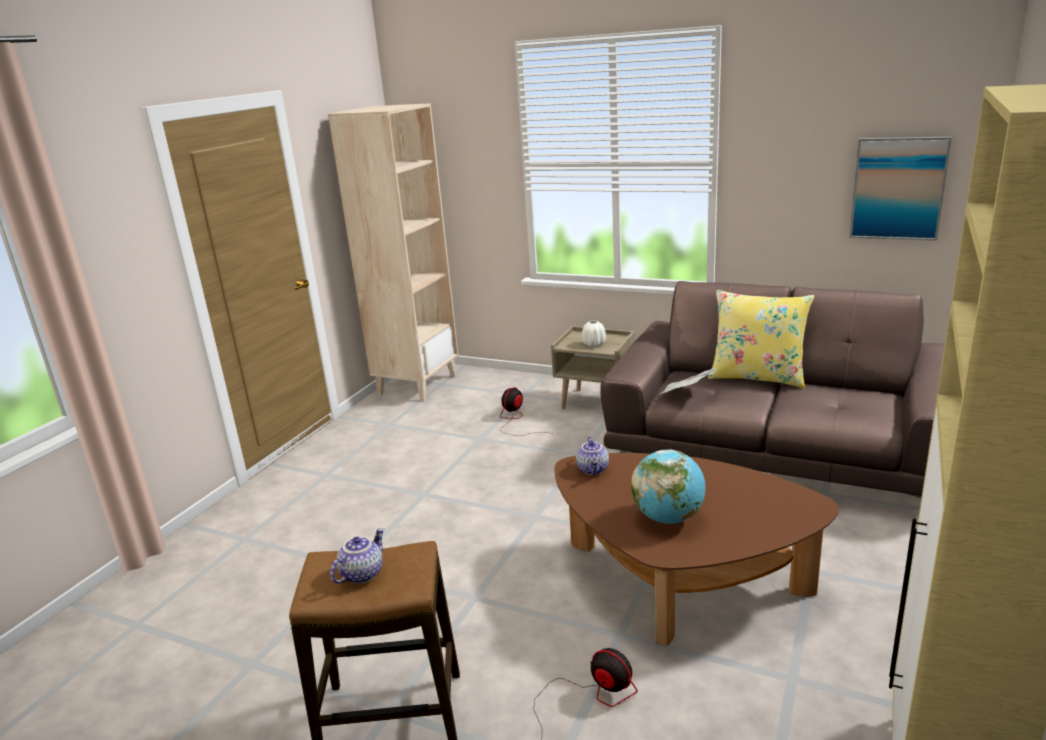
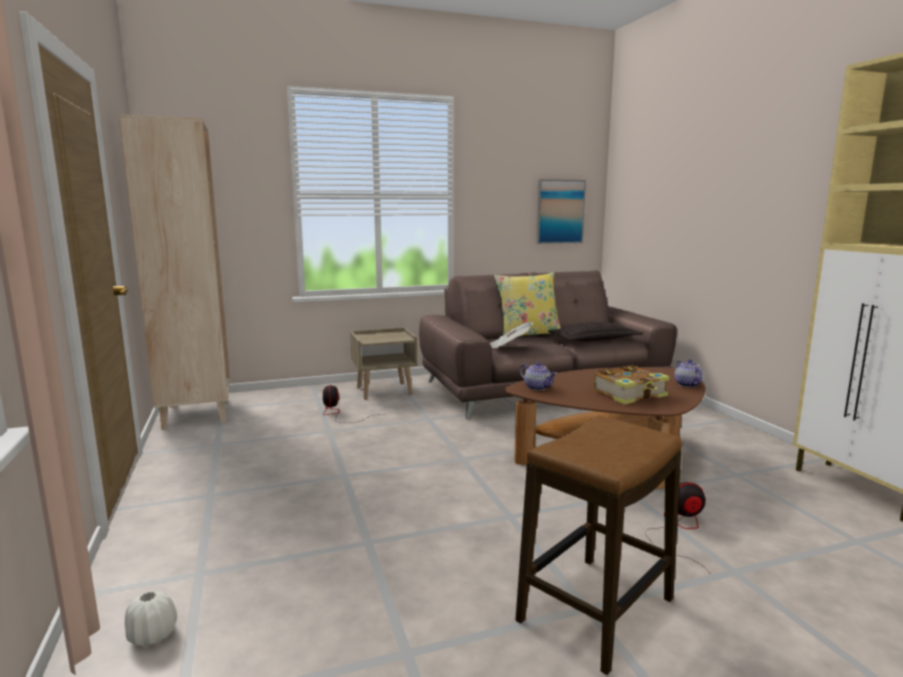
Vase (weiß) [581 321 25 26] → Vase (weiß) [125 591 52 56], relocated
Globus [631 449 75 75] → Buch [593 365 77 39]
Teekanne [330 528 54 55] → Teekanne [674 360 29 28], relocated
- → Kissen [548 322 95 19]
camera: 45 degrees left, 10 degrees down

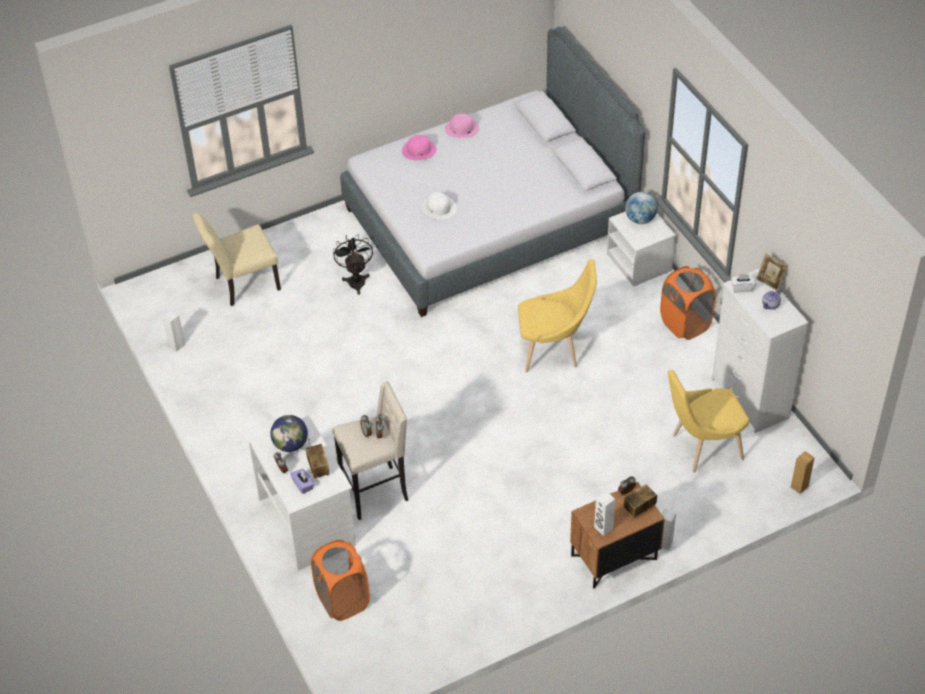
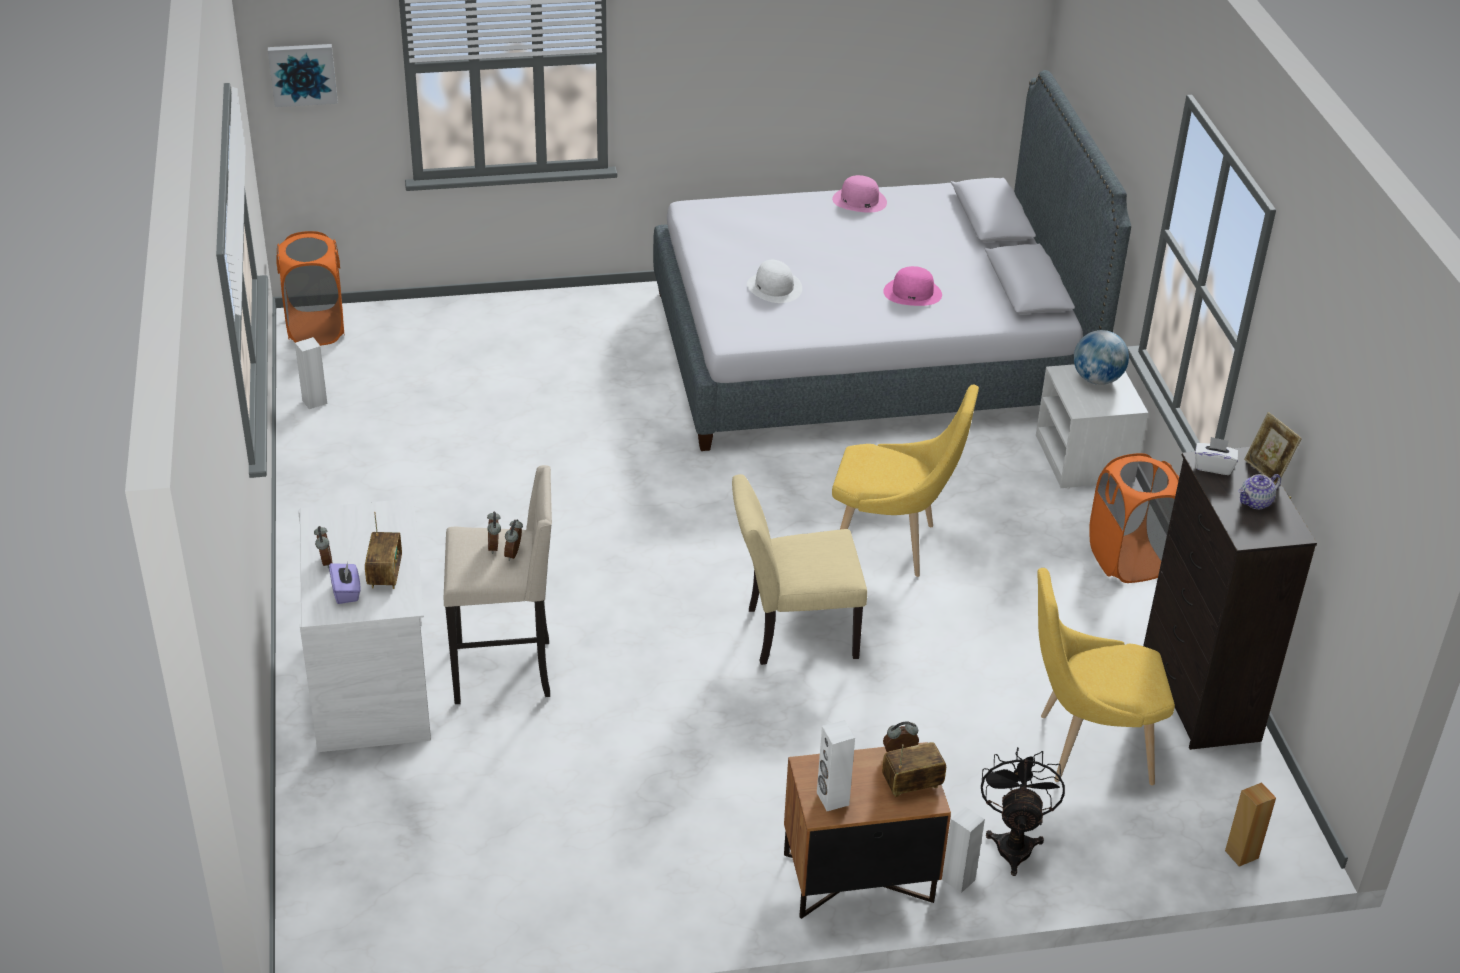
Hut (rosa) [402 135 35 25] → Hut (rosa) [883 266 59 40], relocated
Stuhl (beige) [193 213 88 93] → Stuhl (beige) [732 474 135 191], relocated
Ventilator (schwarz) [333 234 40 61] → Ventilator (schwarz) [981 747 84 129], relocated
Kommode (weiß) [712 268 97 165] → Kommode (schwarz) [1143 447 174 303]
Globus [270 415 38 37] → -
Wäschekorb (orange) [311 540 59 81] → Wäschekorb (orange) [276 231 69 115], relocated
- → Bild [268 44 70 63]
camera: 15 degrees right, 10 degrees down

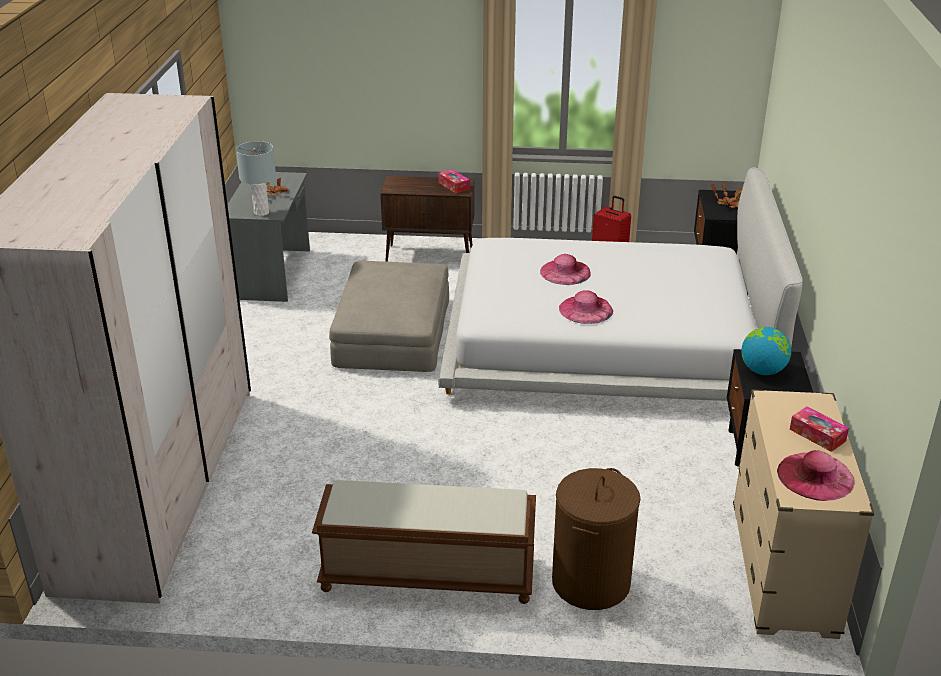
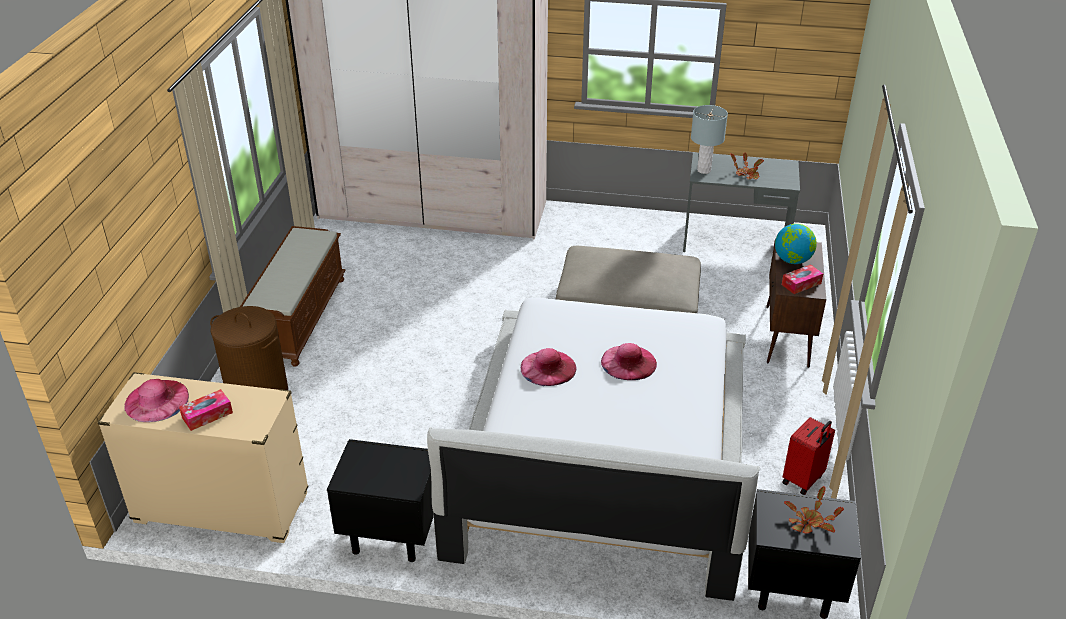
Globus [741 327 50 48] → Globus [775 224 42 40], relocated
camera: 95 degrees right, 5 degrees up

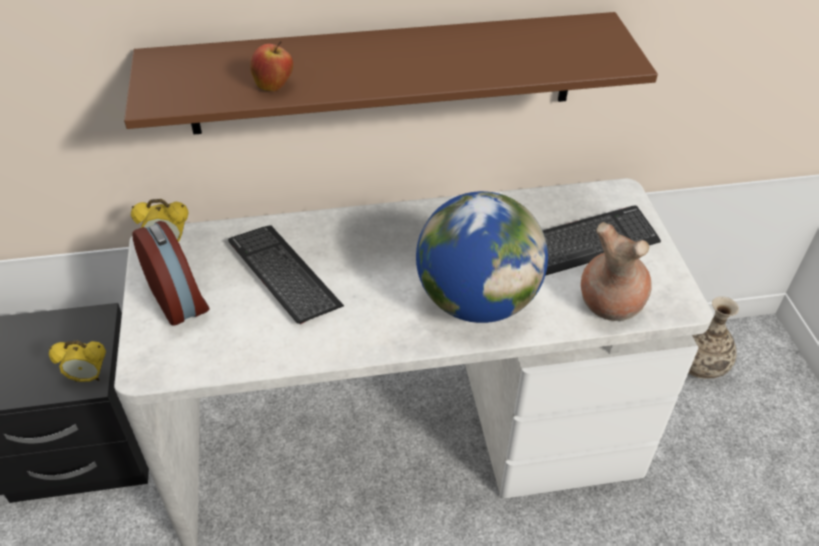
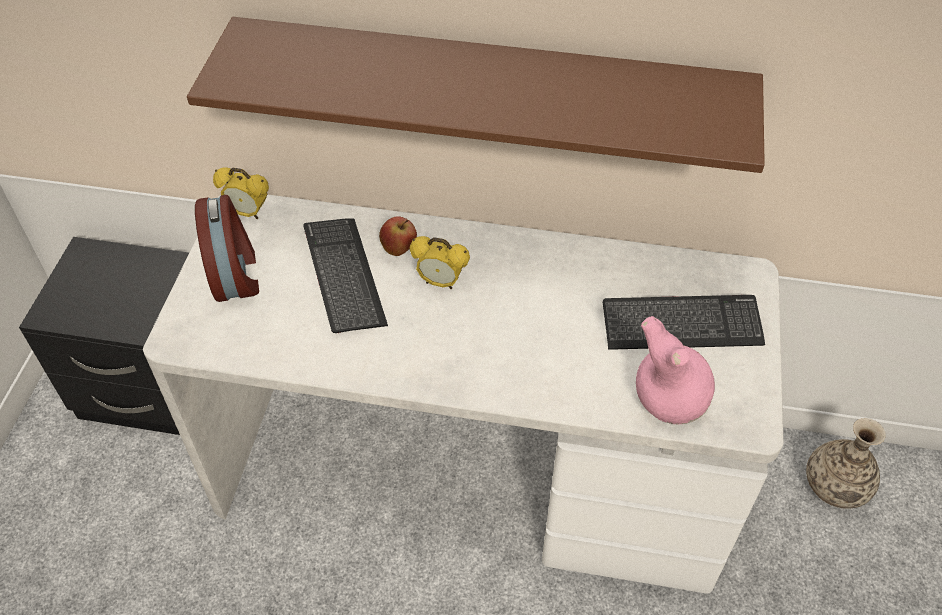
Apfel [250 41 43 50] → Apfel [379 216 38 40], relocated
Globus [416 191 132 132] → -
Vase (braun) [581 222 71 99] → Vase (rosa) [636 316 79 108]
Wecker [49 341 57 41] → Wecker [410 236 60 53], relocated
camera: 20 degrees right, 5 degrees up

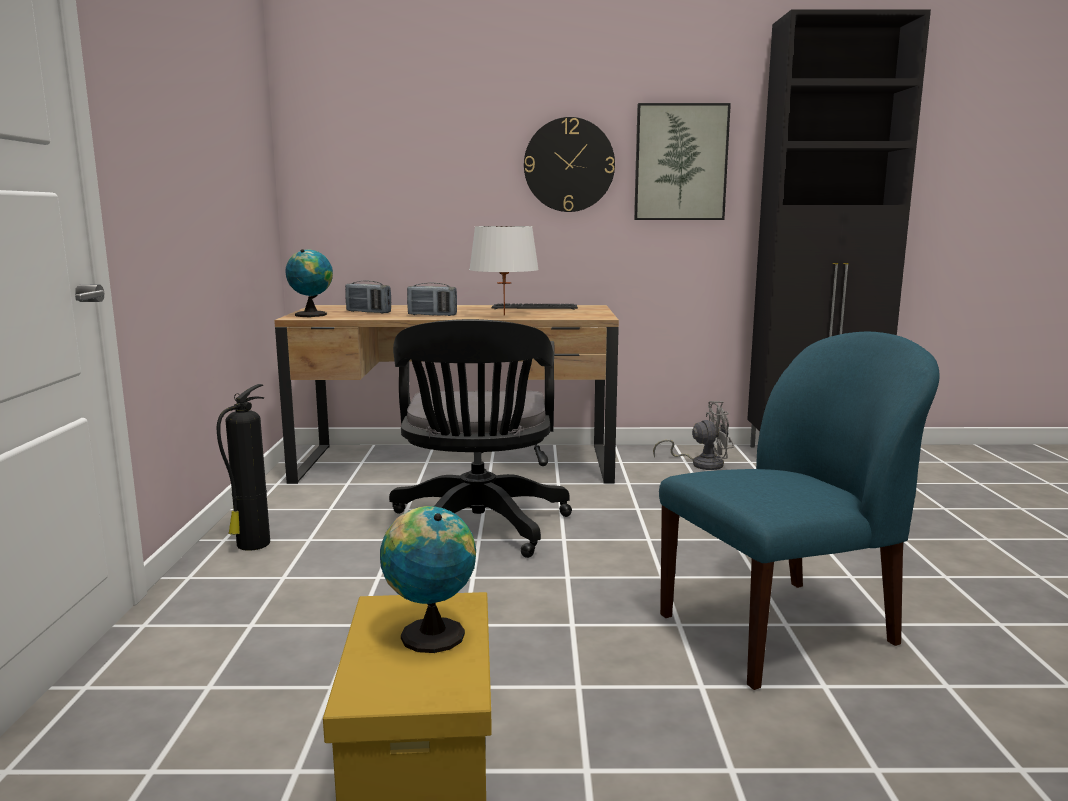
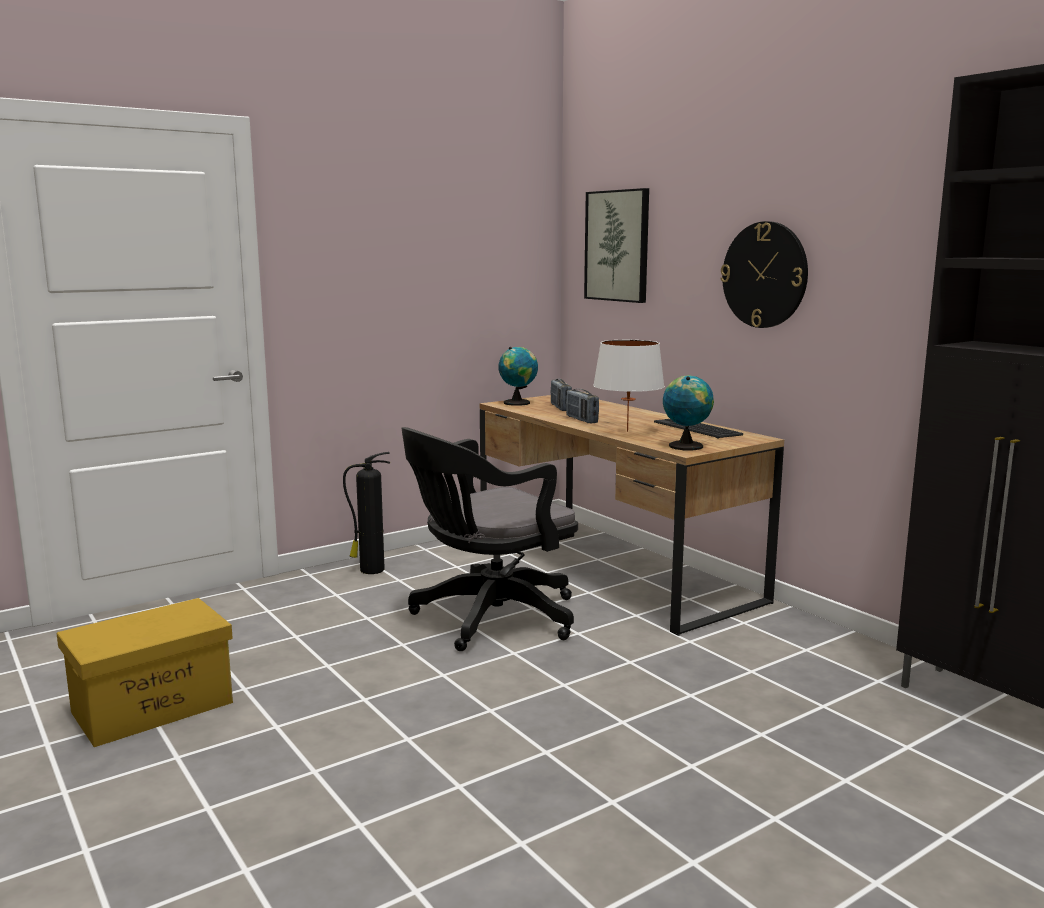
Bild [634 103 97 117] → Bild [584 188 65 115], relocated
Stuhl (blau) [659 332 280 358] → -
Ventilator (grau) [653 401 81 69] → -
Globus [380 506 96 147] → Globus [663 375 51 75], relocated
camera: 55 degrees right, 0 degrees up

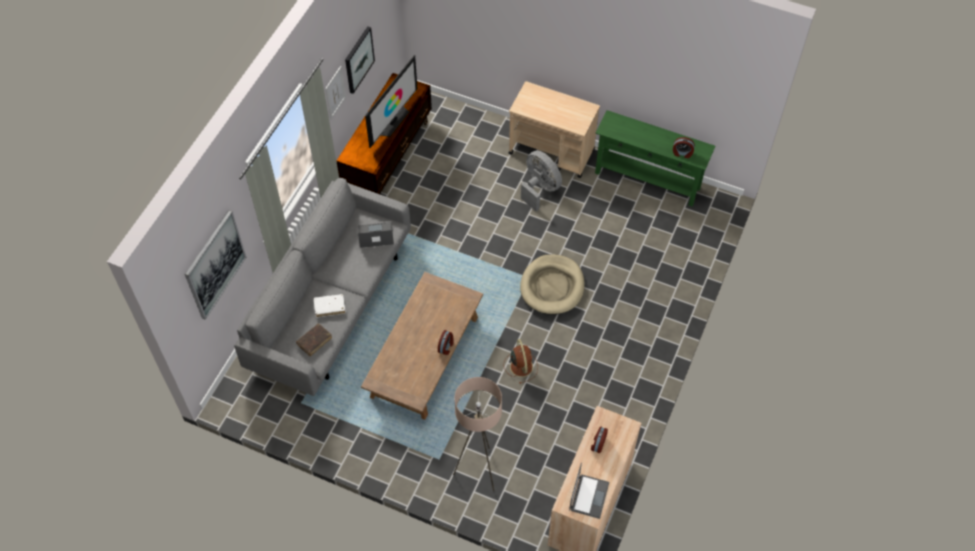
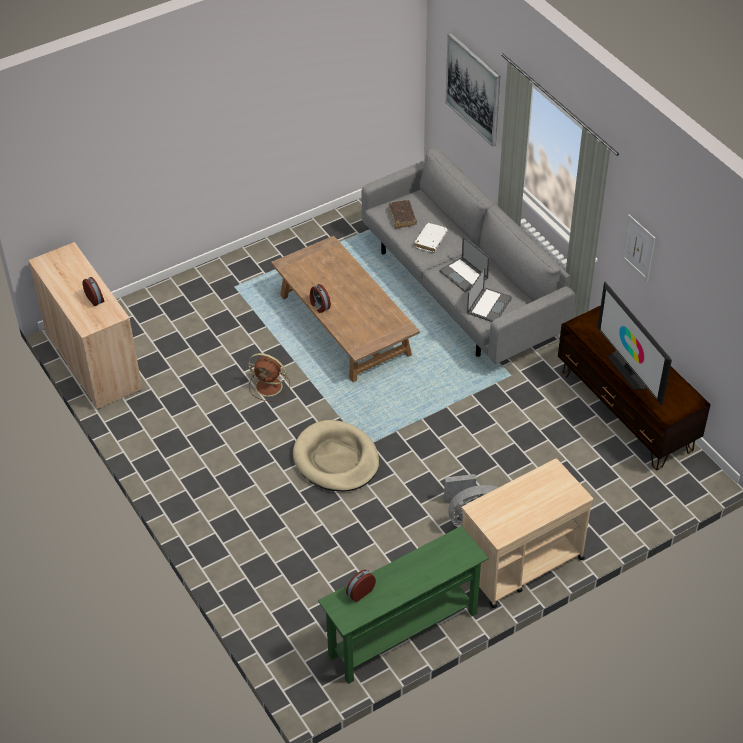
Bild [345 26 30 68] → -
Stehlampe (beige) [453 377 49 114] → -
Laptop [569 463 40 56] → Laptop [439 237 51 55], relocated
camera: 125 degrees right, 10 degrees down

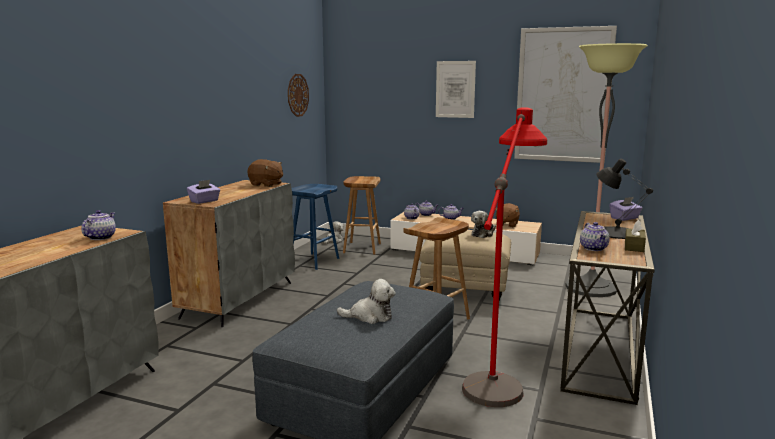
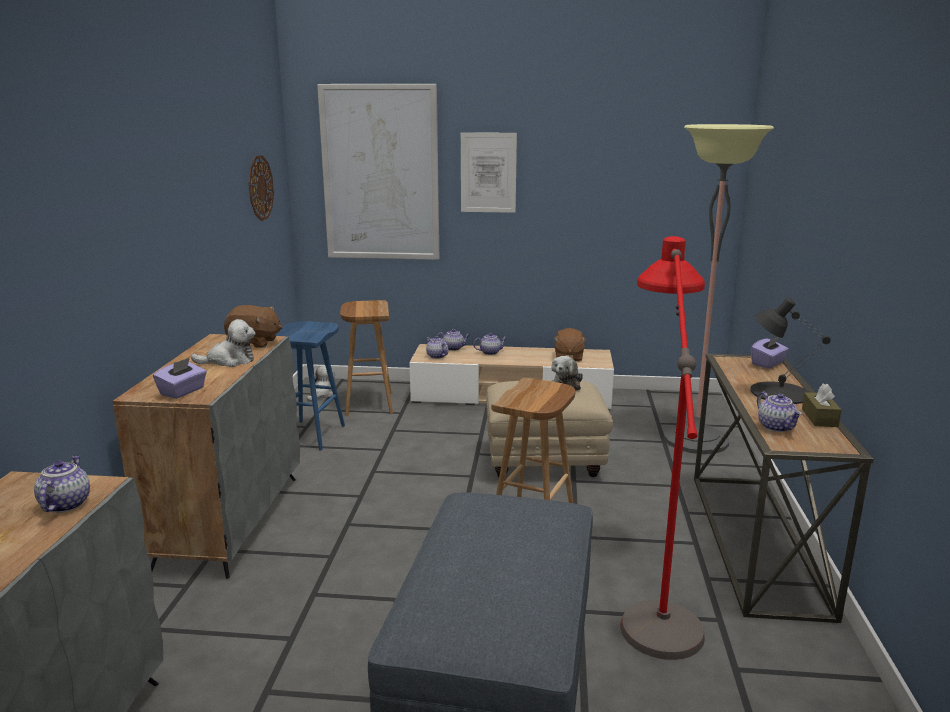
Bild [514 26 103 137] → Bild [317 84 122 176], relocated
Plüschtier [337 279 59 45] → Plüschtier [191 319 65 48], relocated
camera: 15 degrees left, 5 degrees up

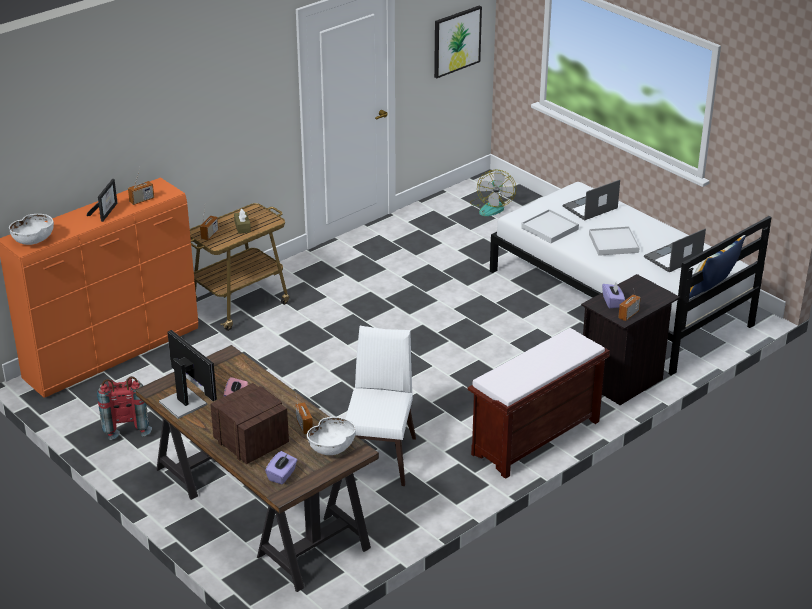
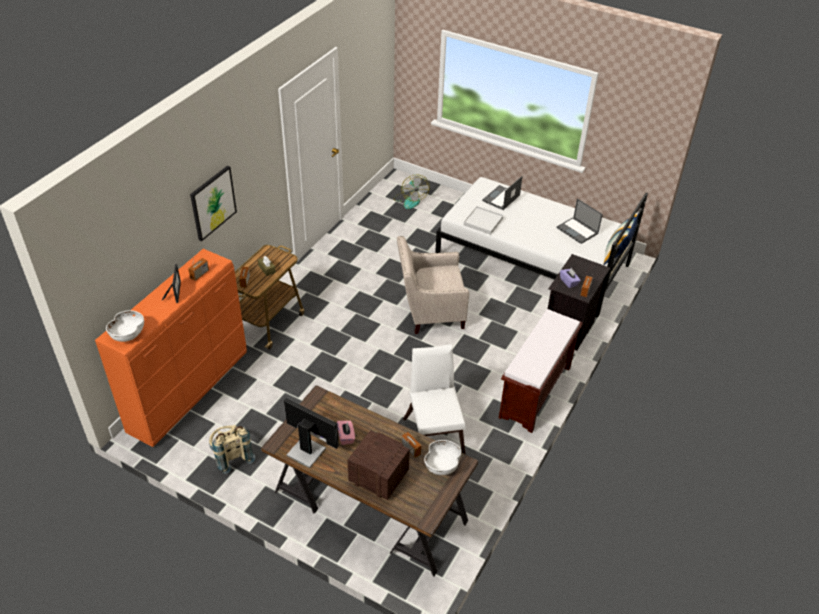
Bild [434 6 48 72] → Bild [190 166 47 75], relocated
Tablett (weiß) [589 226 51 30] → -
Laptop [644 228 62 44] → Laptop [556 199 47 45], 75 degrees counterclockwise
Rucksack (rot) [97 376 55 64] → Rucksack (beige) [209 425 46 49]
Taschentuchbox (lila) [265 451 32 33] → -
- → Sessel (beige) [397 236 72 98]
camera: 20 degrees left, 10 degrees up

